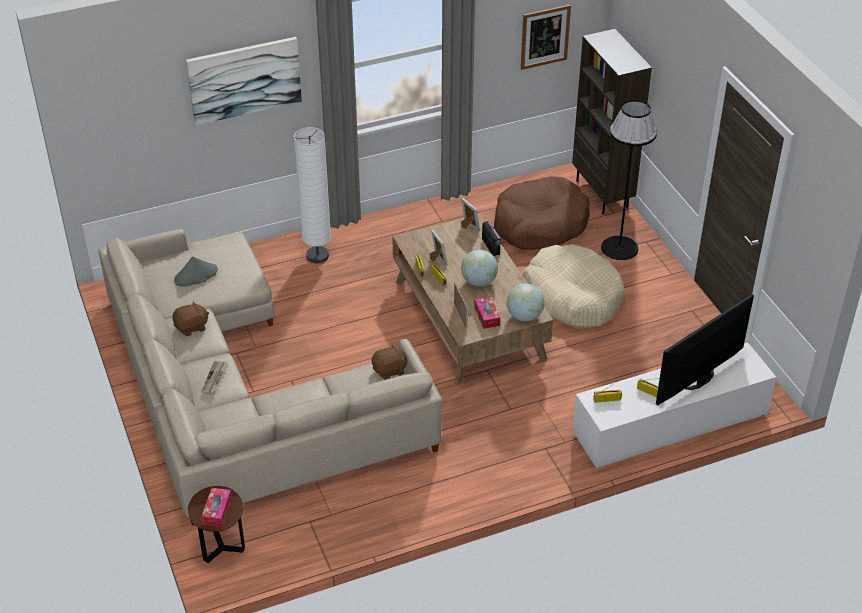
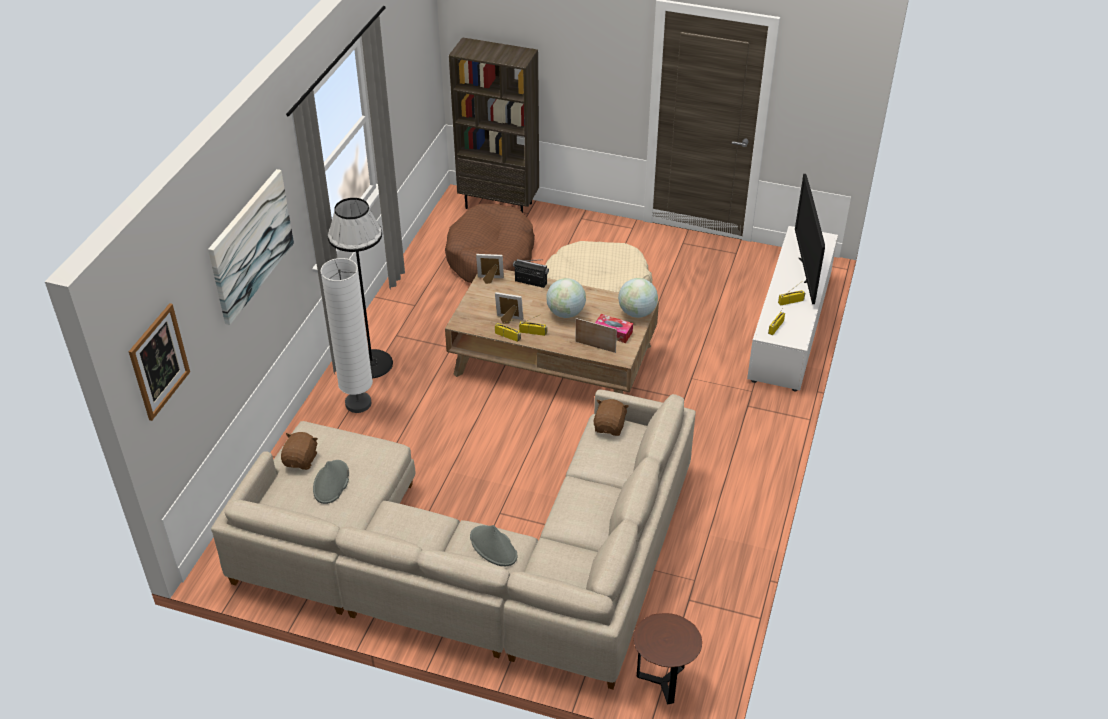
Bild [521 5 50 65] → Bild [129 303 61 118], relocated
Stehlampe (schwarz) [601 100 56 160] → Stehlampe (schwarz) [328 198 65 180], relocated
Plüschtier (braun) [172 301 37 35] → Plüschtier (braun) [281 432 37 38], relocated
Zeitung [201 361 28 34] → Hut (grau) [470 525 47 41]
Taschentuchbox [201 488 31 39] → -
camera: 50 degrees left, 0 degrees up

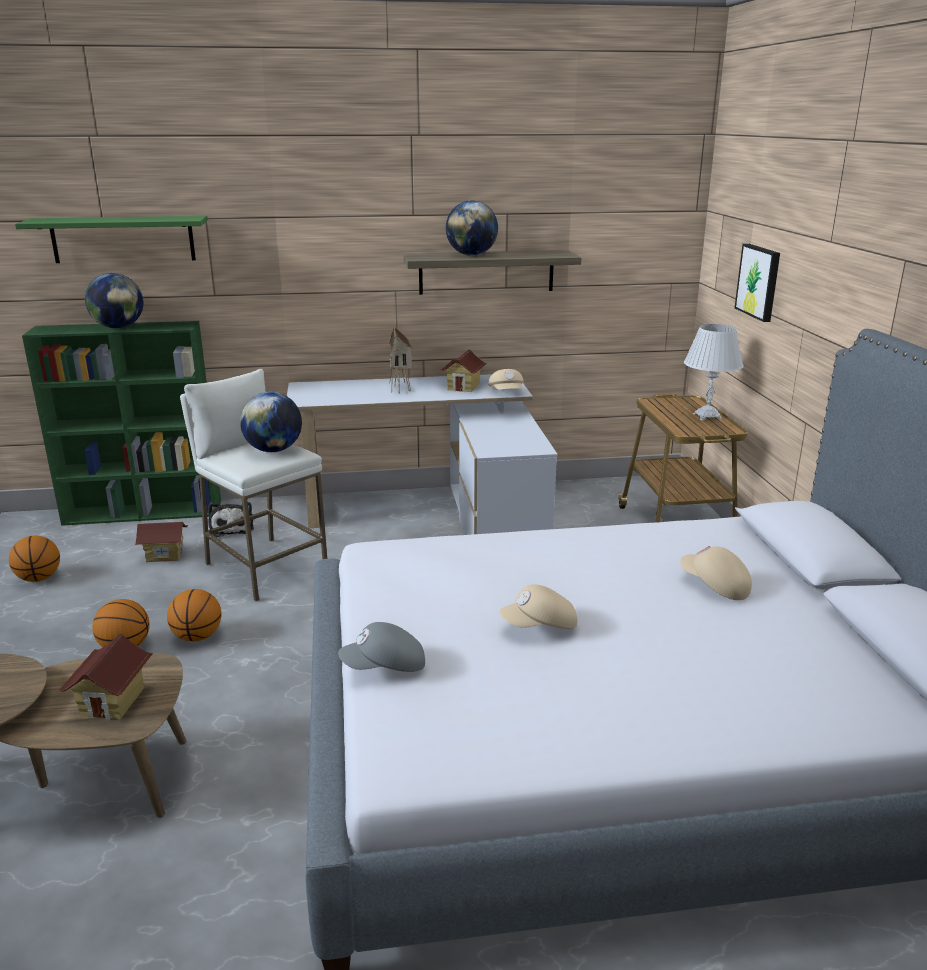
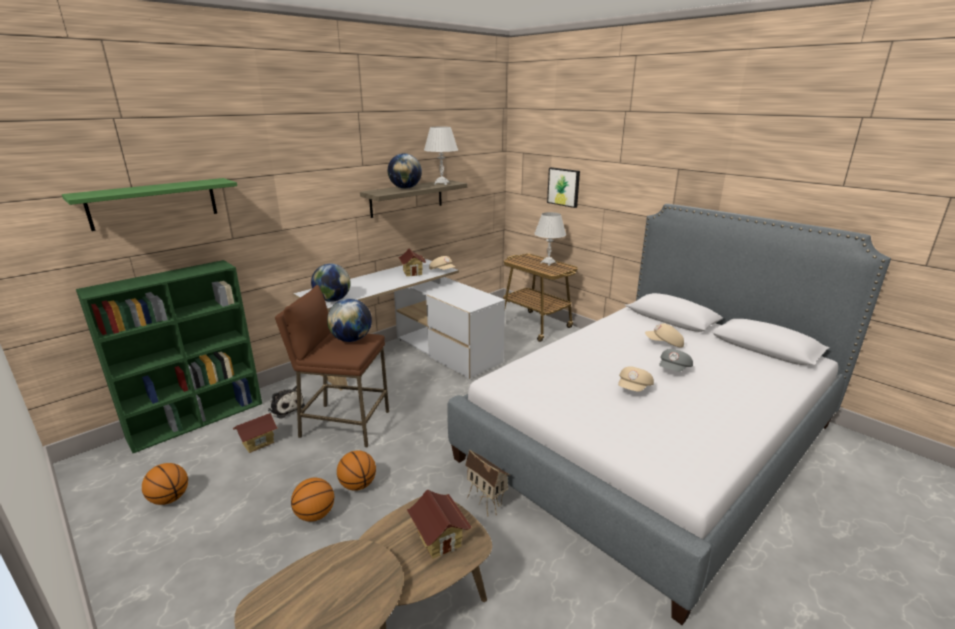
Globus [85 273 58 55] → Globus [311 264 40 38], relocated
Spielzeughaus [389 326 24 68] → Spielzeughaus [465 449 45 67], relocated
Hocker (weiß) [180 369 147 232] → Hocker (braun) [275 285 114 162]
Kappe (grau) [338 622 87 50] → Kappe (grau) [659 349 34 23], relocated
- → Tischlampe (weiß) [424 127 34 58]
camera: 35 degrees left, 0 degrees up

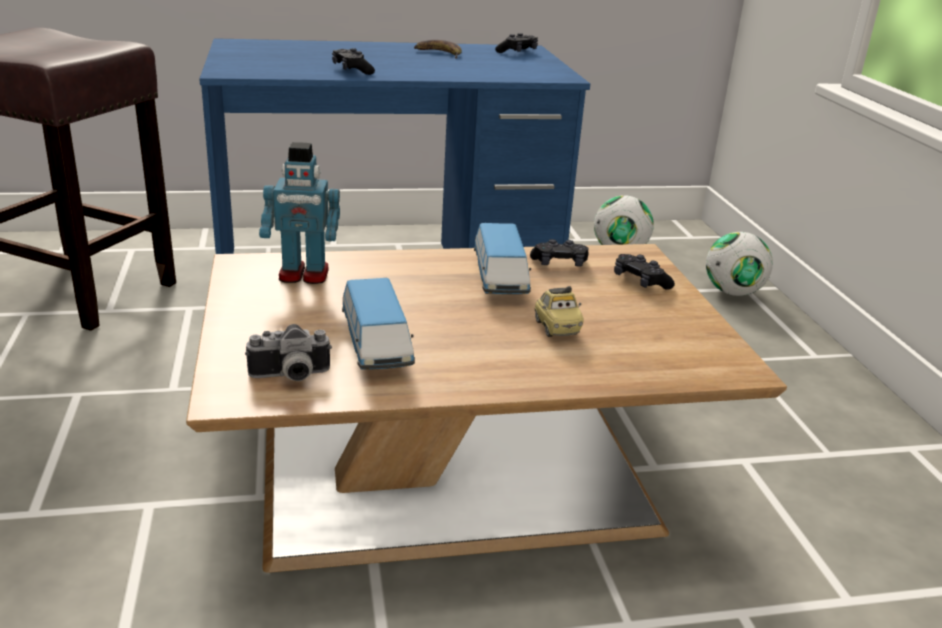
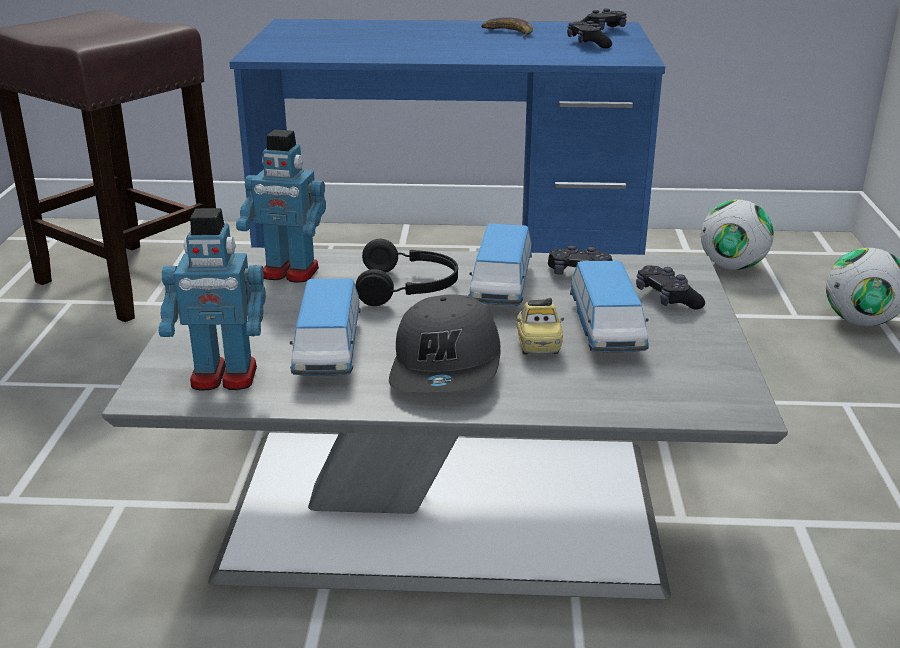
Gamepad (schwarz) [332 48 43 27] → Gamepad (schwarz) [567 21 45 27], relocated
Couchtisch (braun) [186 244 601 329] → Couchtisch (grau) [102 247 686 353]
Kamera [245 324 87 57] → Spielzeugroboter [159 208 107 183]
- → Kopfhörer (schwarz) [355 239 103 67]
- → Spielzeugauto [570 261 79 91]
- → Kappe (grau) [389 294 112 98]
camera: 15 degrees right, 0 degrees up

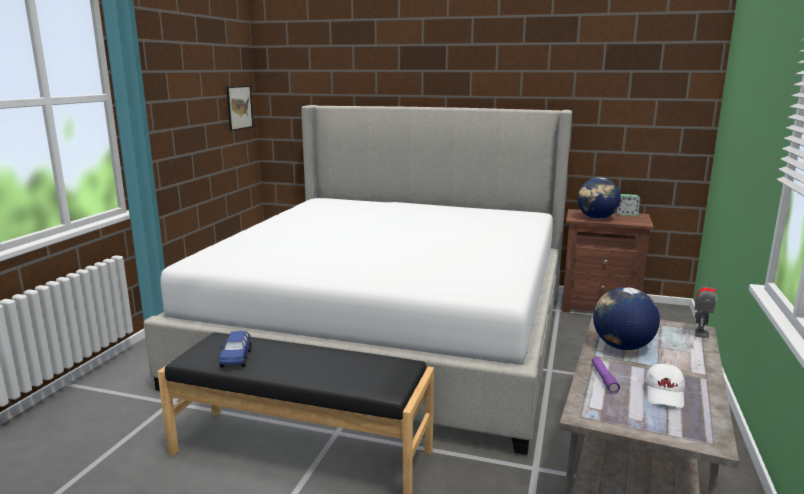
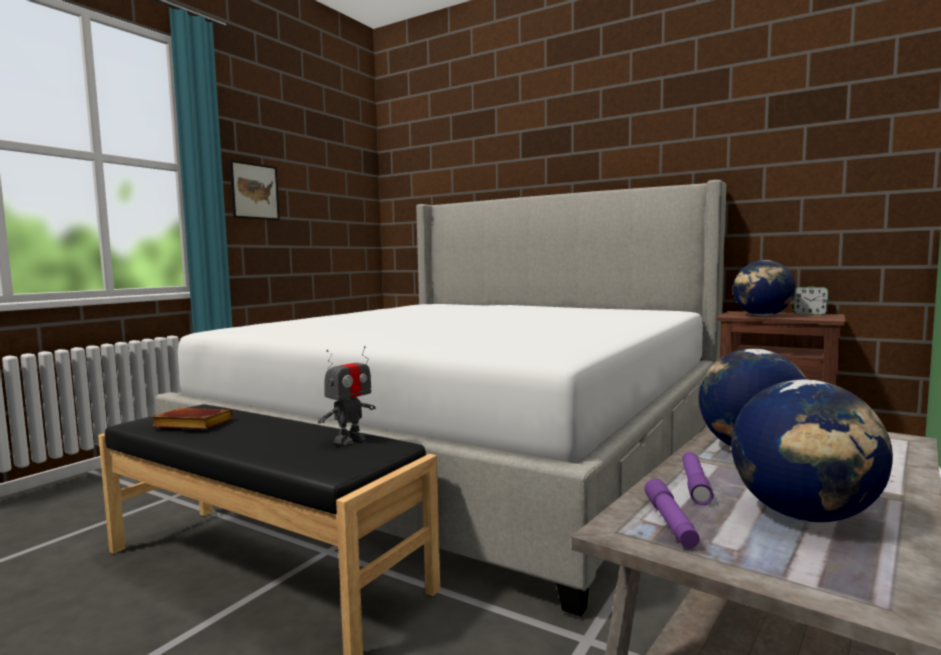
Bild [226 85 28 46] → Bild [229 160 51 60], relocated
Spielzeugroboter [695 276 22 62] → Spielzeugroboter [318 346 58 98], relocated
Spielzeugauto (blau) [219 331 33 37] → Buch (braun) [151 408 82 21]
Kappe (weiß) [645 363 40 45] → Globus [731 380 162 142]
- → Taschenlampe (lila) [644 479 55 69]
camera: 15 degrees right, 10 degrees down

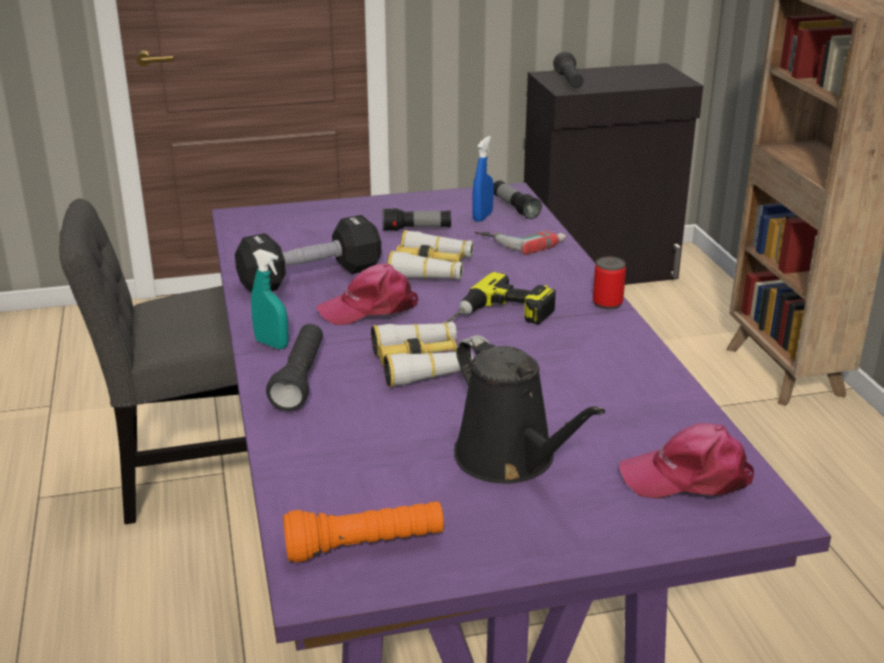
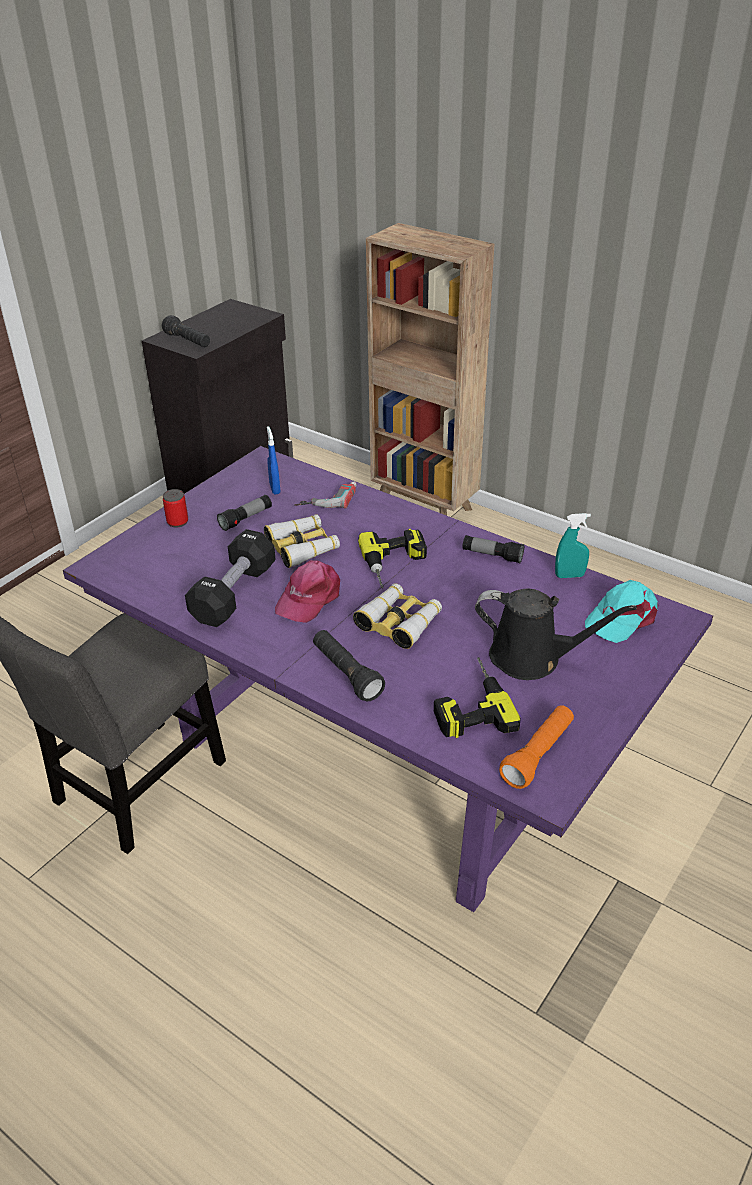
Taschenlampe [494 180 48 39] → Taschenlampe [462 535 62 29], relocated
Sprühflasche (türkis) [251 249 37 100] → Sprühflasche (türkis) [555 513 36 65], relocated
Dose [593 256 33 54] → Dose [163 489 25 38], relocated
Kappe (rosa) [619 423 135 77] → Kappe (türkis) [585 580 73 63]
- → Bohrmaschine [434 657 86 81]
camera: 40 degrees left, 10 degrees up

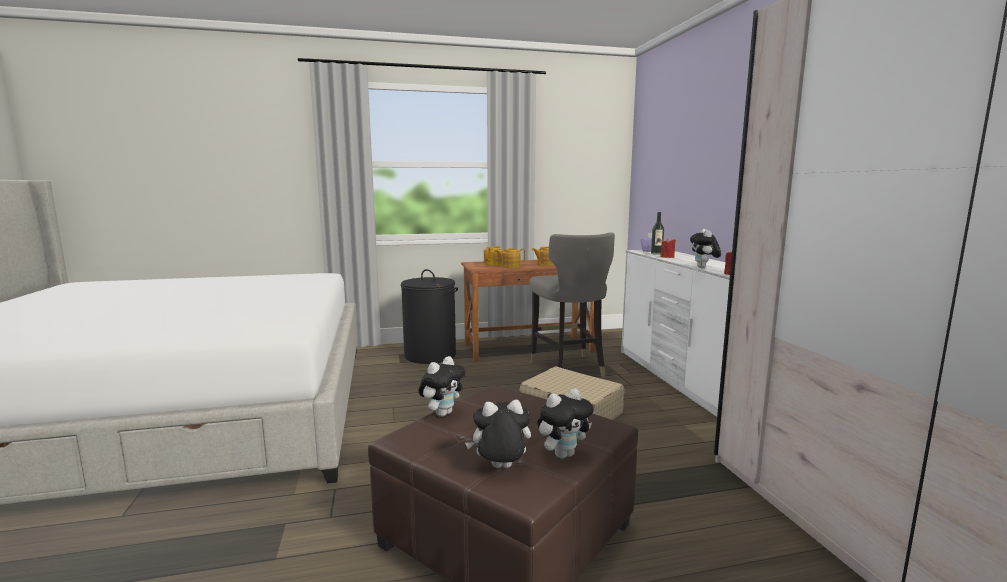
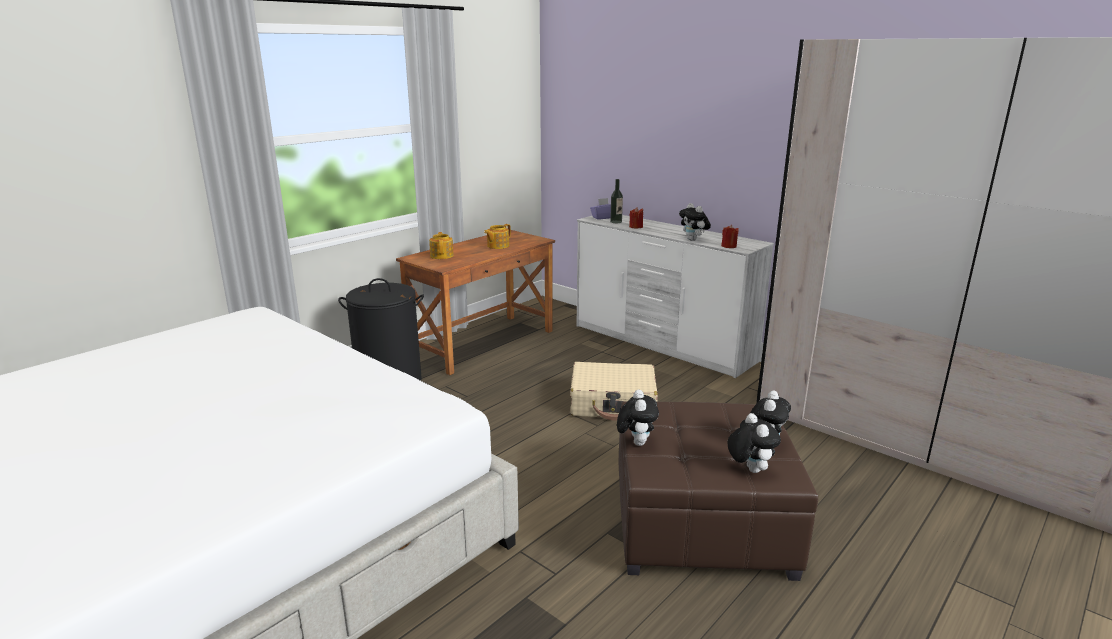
Hocker (grau) [529 232 86 145] → -
Teekanne [495 248 31 20] → -
Plüschtier [465 400 66 68] → Plüschtier [727 413 54 60], 120 degrees clockwise
camera: 35 degrees left, 10 degrees up

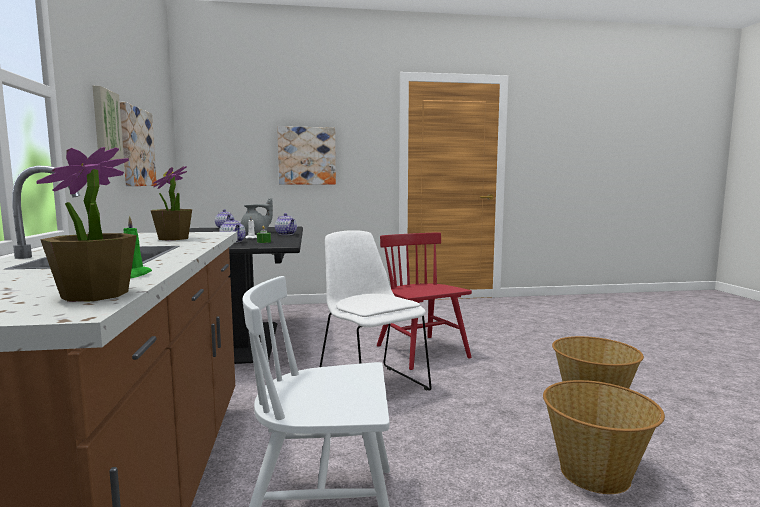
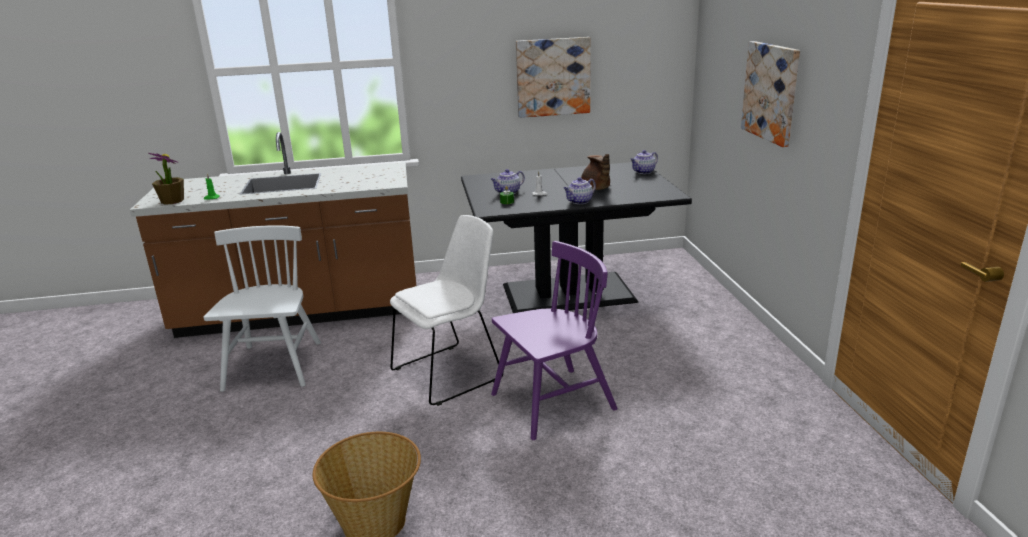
Bild [93 86 31 74] → -
Topfpflanze [151 166 41 74] → -
Teekanne (grau) [241 198 32 35] → Teekanne (braun) [581 154 29 36]
Stuhl (rot) [377 232 95 138] → Stuhl (lila) [491 241 127 199]
Korb [543 380 122 114] → -
camera: 90 degrees right, 15 degrees up

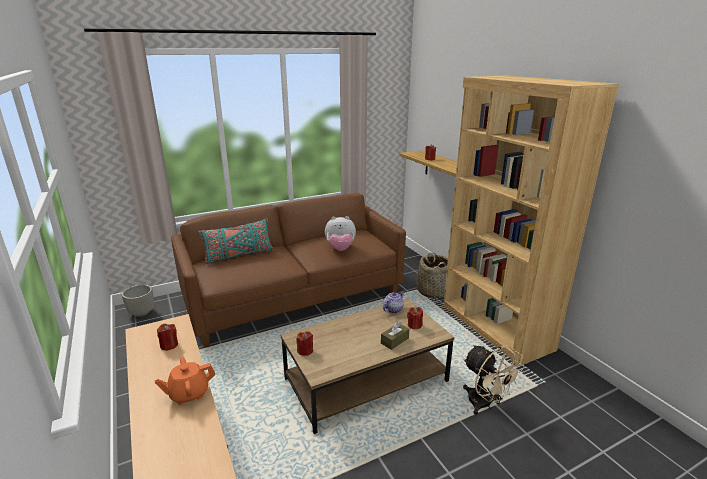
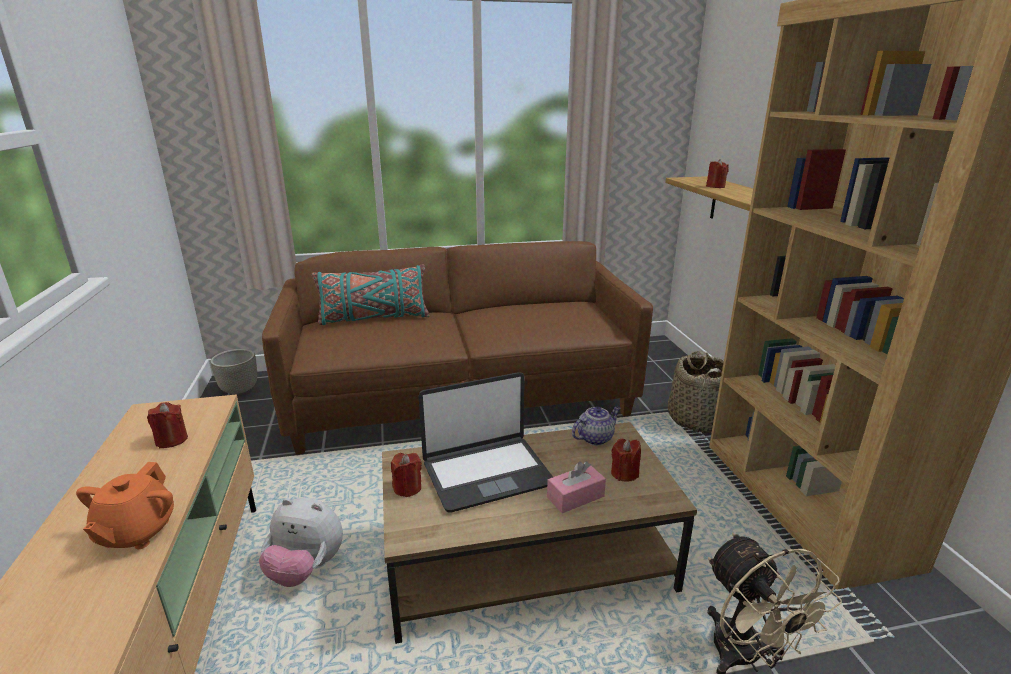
Plüschtier [325 216 31 35] → Plüschtier [259 497 84 90], relocated
Taschentuchbox (braun) [381 321 28 29] → Taschentuchbox (rosa) [547 461 59 52]
Teekanne (orange) [154 357 61 48] → Teekanne (orange) [76 462 98 87], 75 degrees counterclockwise
- → Laptop [418 372 135 141]
camera: 15 degrees right, 0 degrees up

